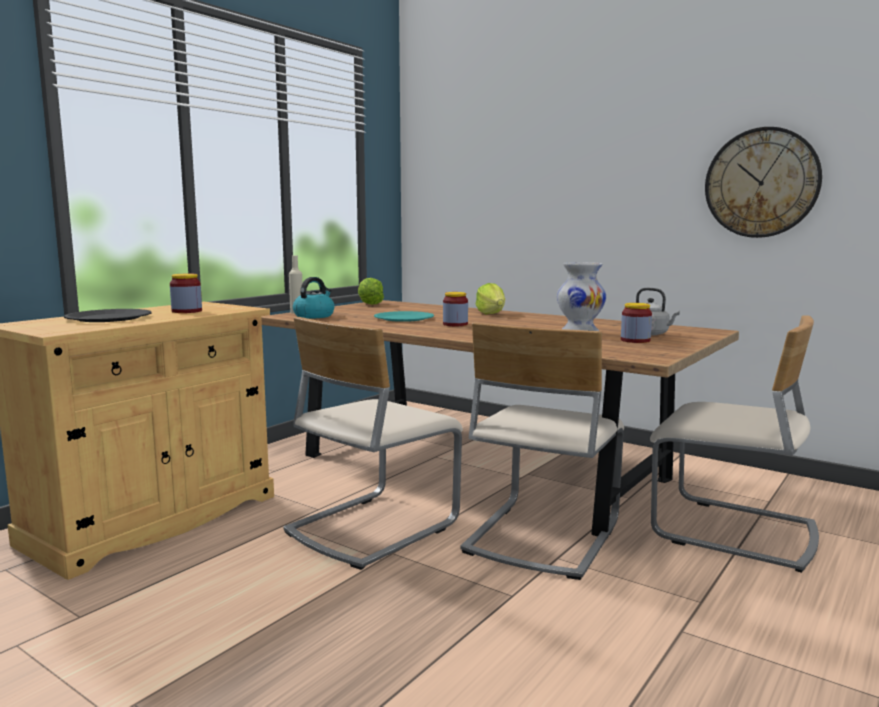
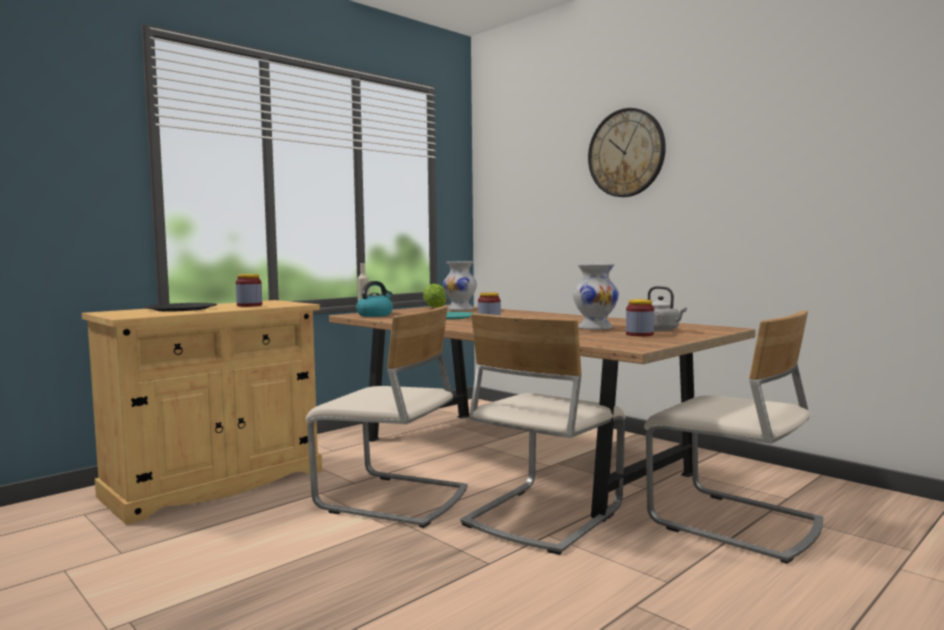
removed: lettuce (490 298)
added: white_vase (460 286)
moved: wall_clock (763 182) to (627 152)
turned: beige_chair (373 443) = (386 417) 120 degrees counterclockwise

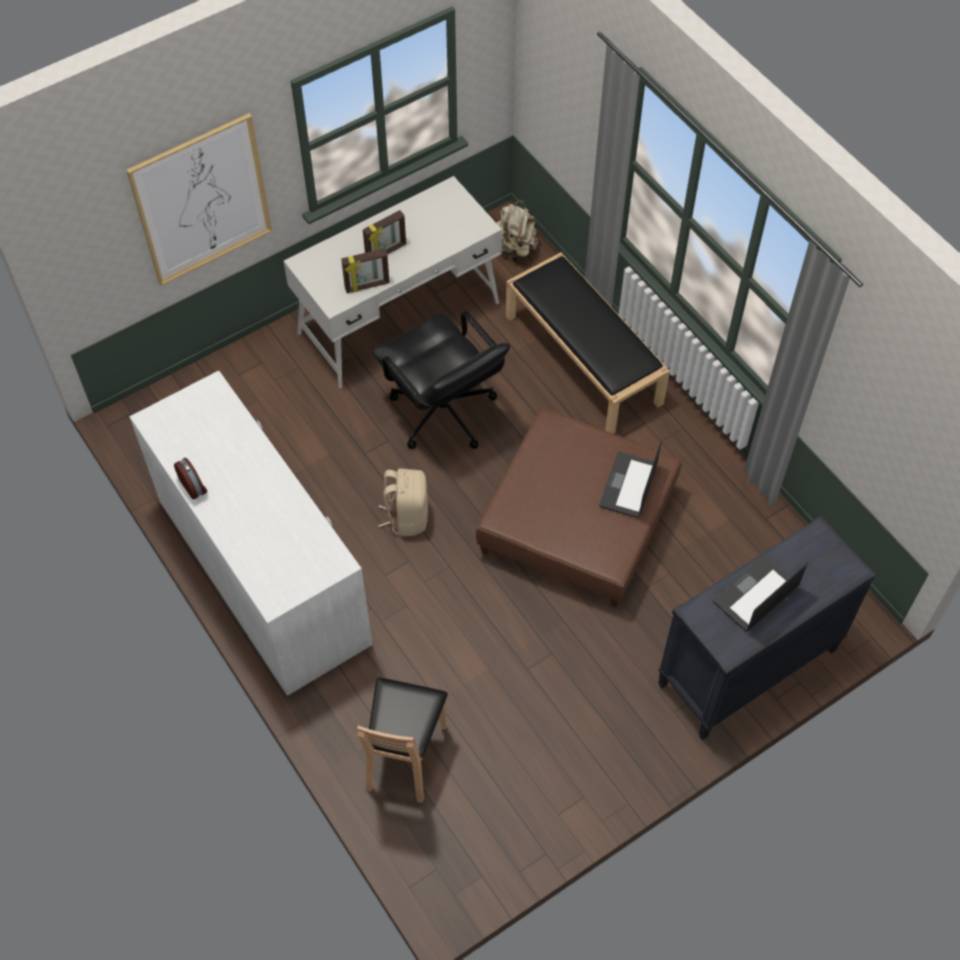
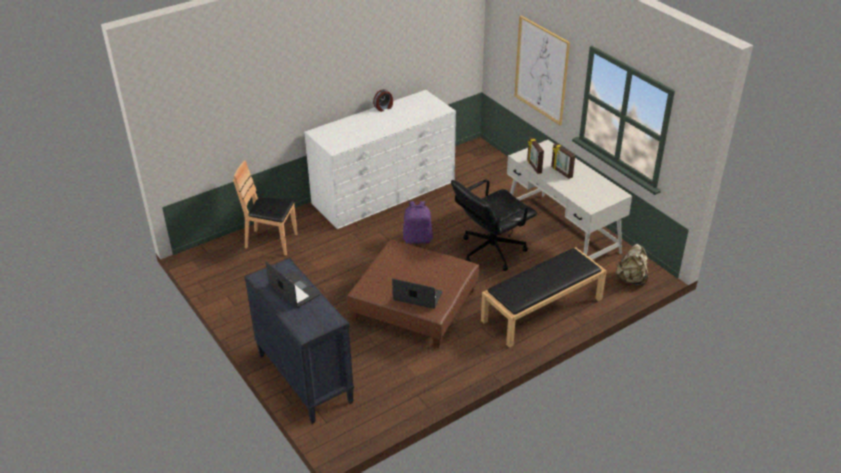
recoloured: beige_backpack (403 502) to purple_backpack (418 222)

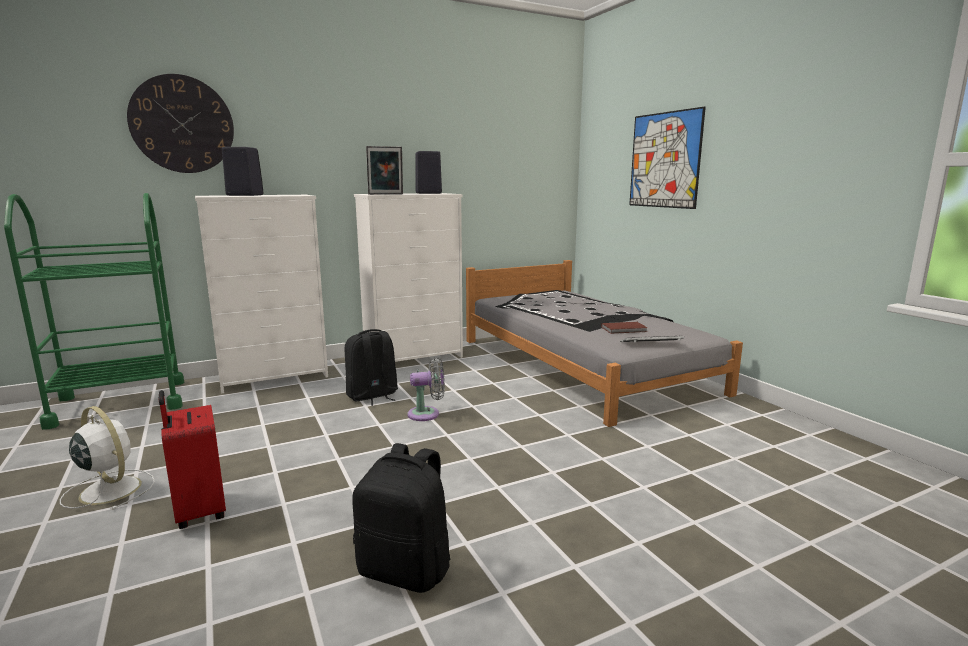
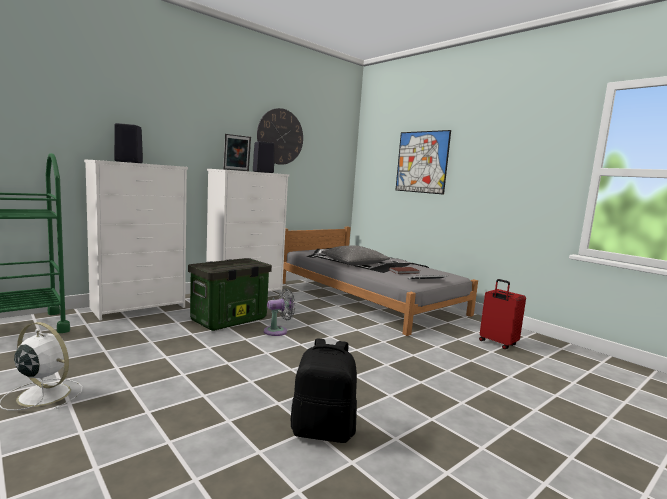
added: grey_pillow (356 255)
moved: wall_clock (180 123) to (280 136); red_suitcase (192 459) to (502 314)
replaced: black_backpack (371 367) to storage_box (230 294)

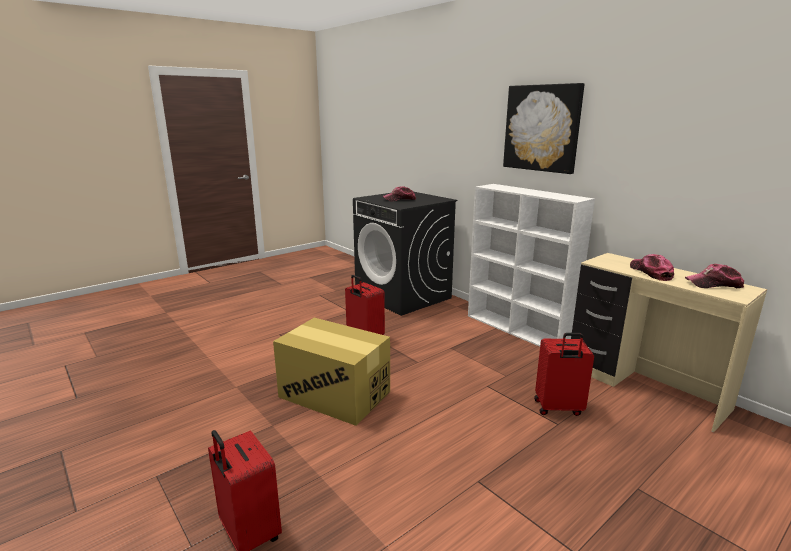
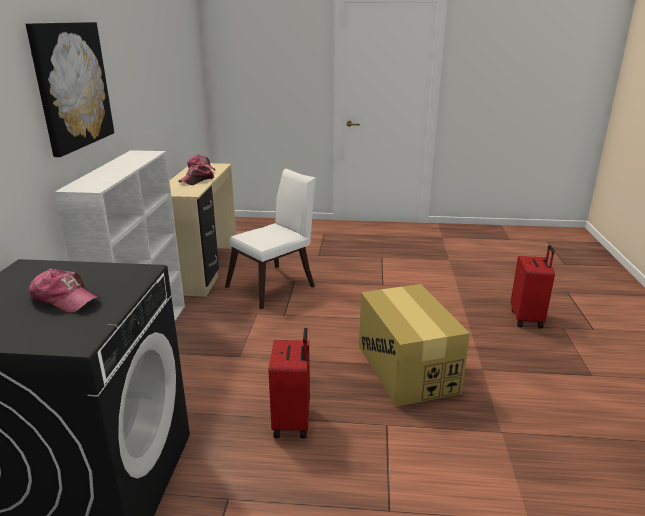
replaced: red_suitcase (564 374) to white_chair (270 239)

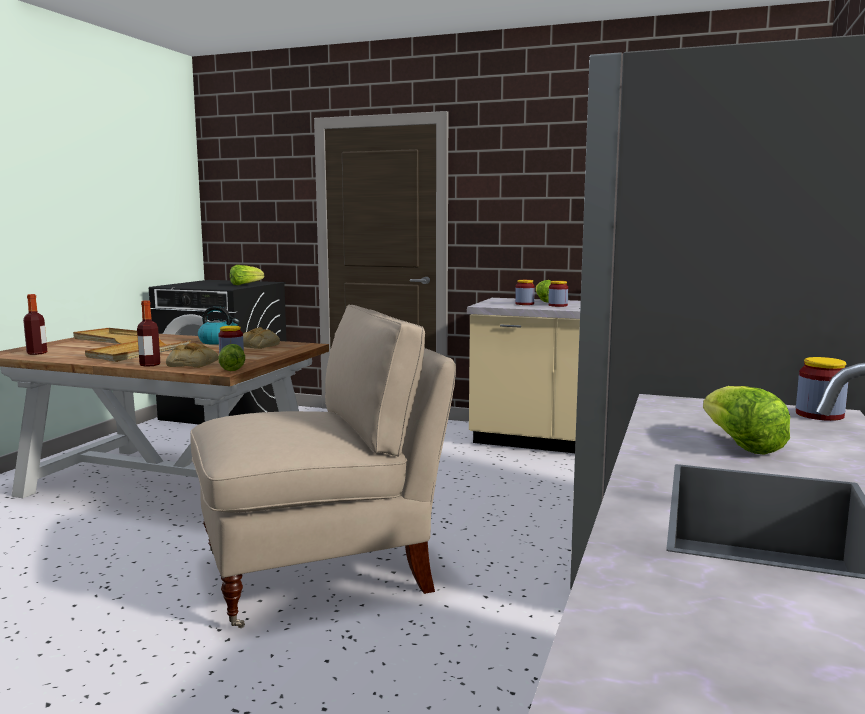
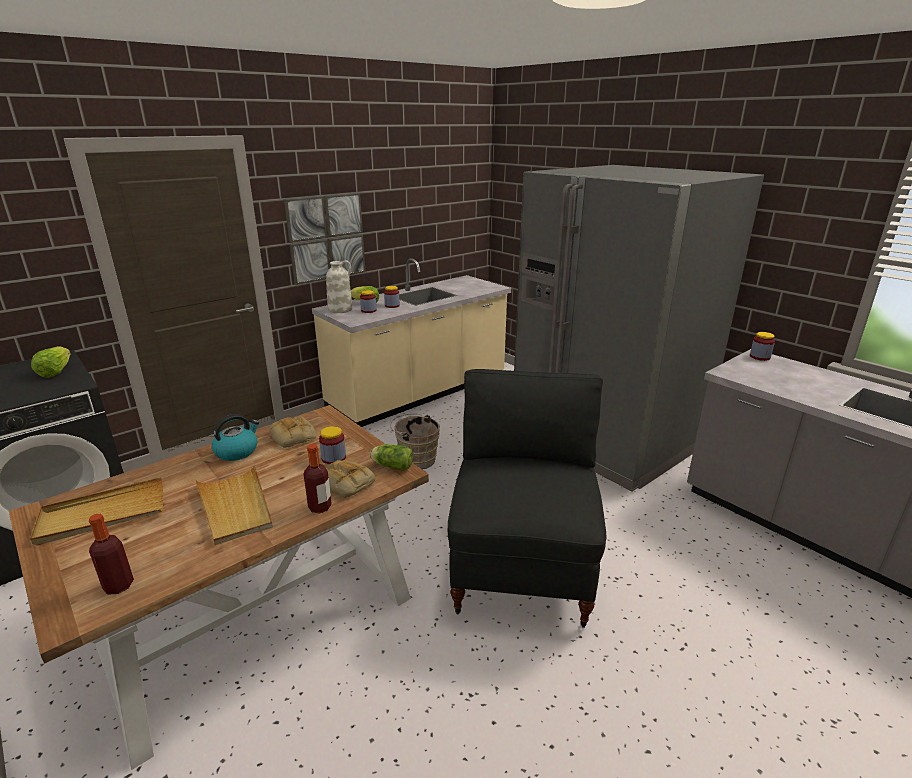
removed: lettuce (746 420)
added: picture (325 239); white_vase (339 286); brown_bucket (415 441)
recoloured: beige_chair (323 466) to black_chair (527 498)

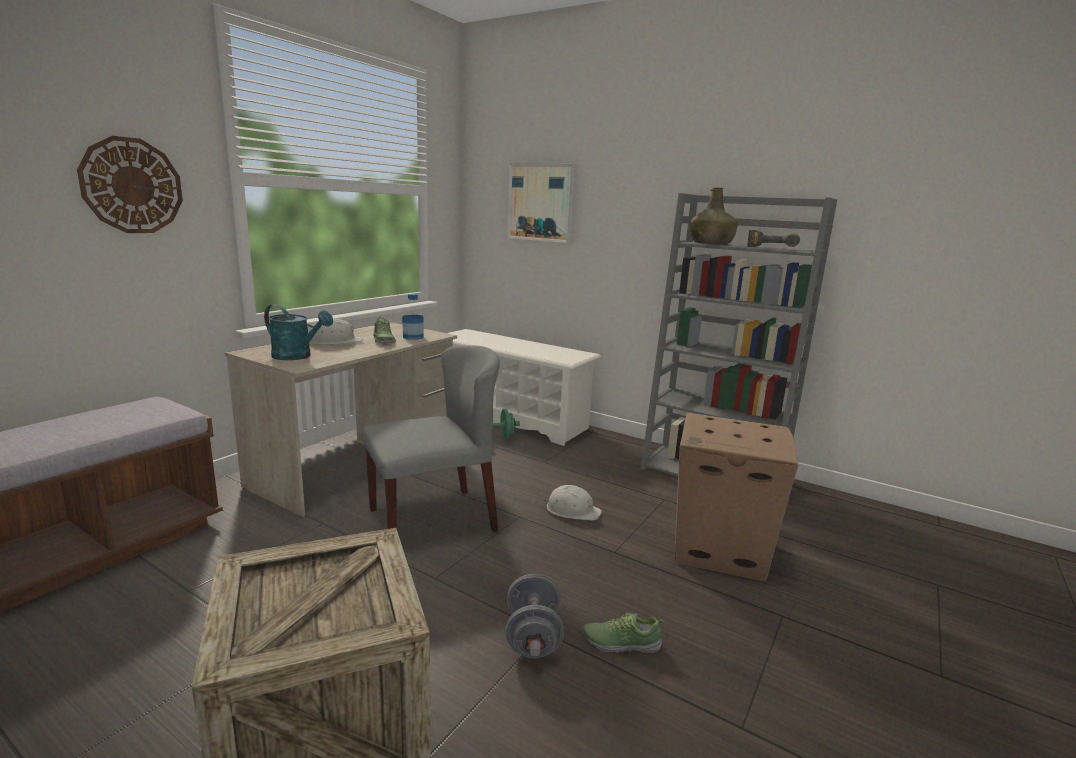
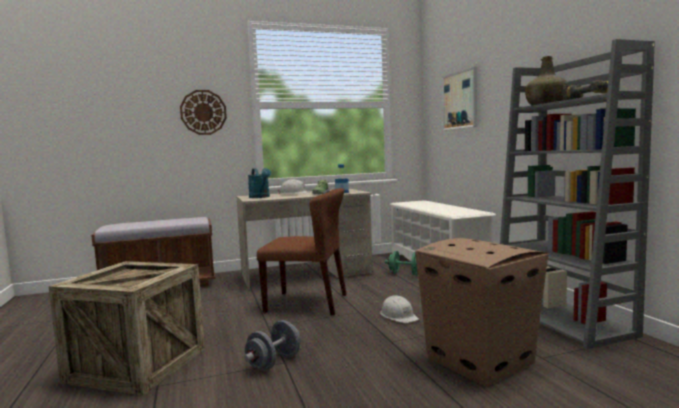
removed: shoe (623 632)
recoloured: grey_chair (430 438) to brown_chair (302 251)

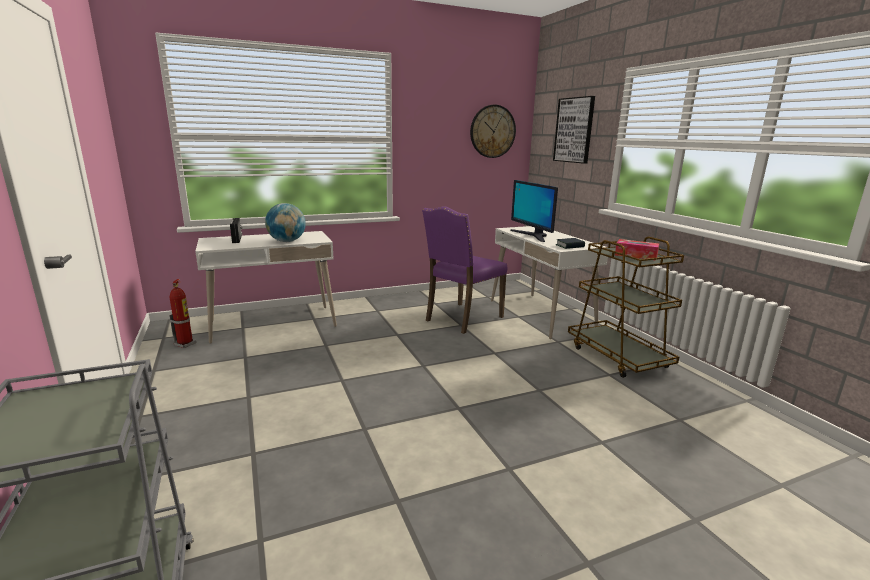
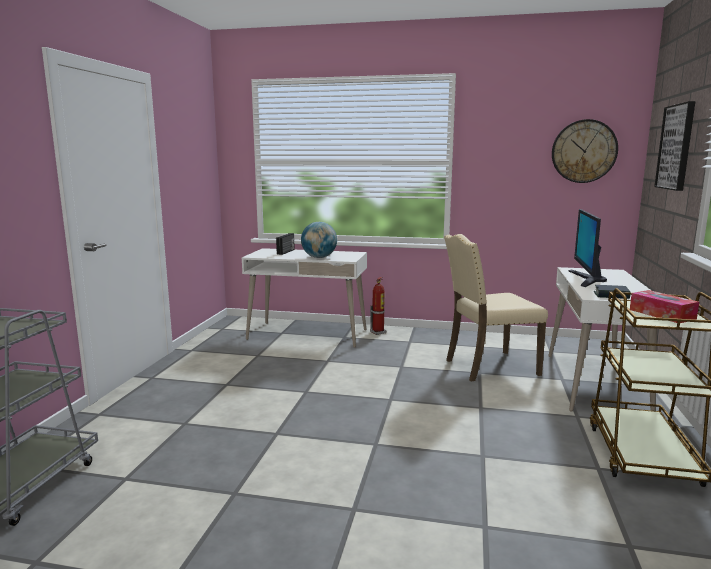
moved: fire_extinguisher (182 313) to (378 306)
recoloured: purple_chair (465 270) to beige_chair (496 307)

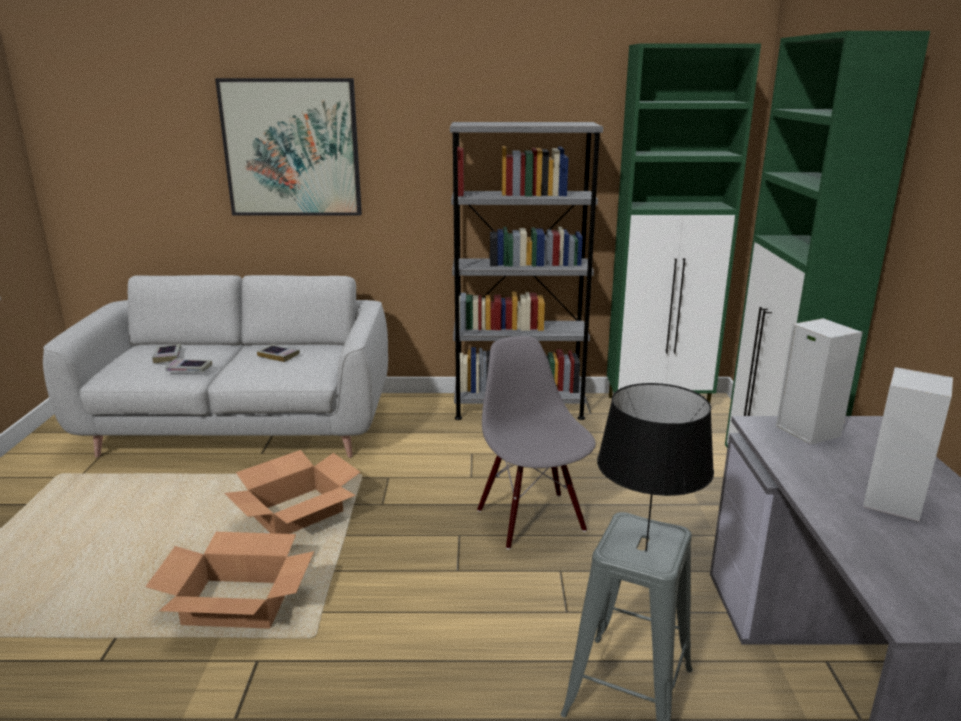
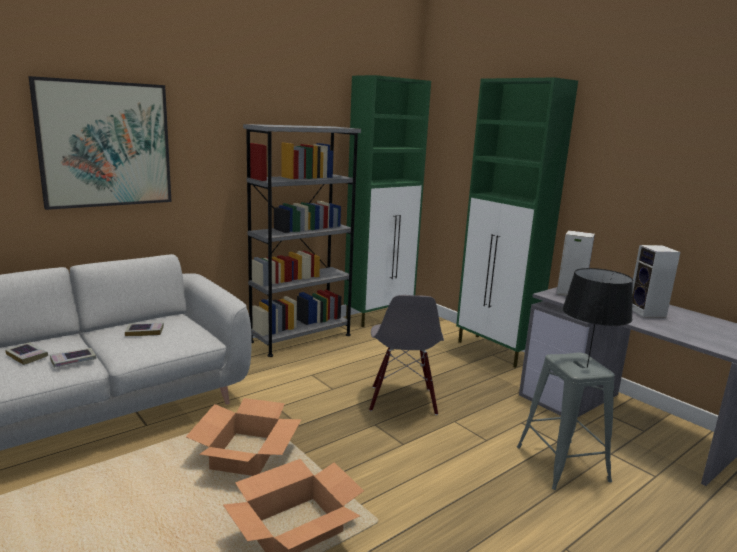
turned: grey_chair (536 442) = (406 355) 120 degrees counterclockwise

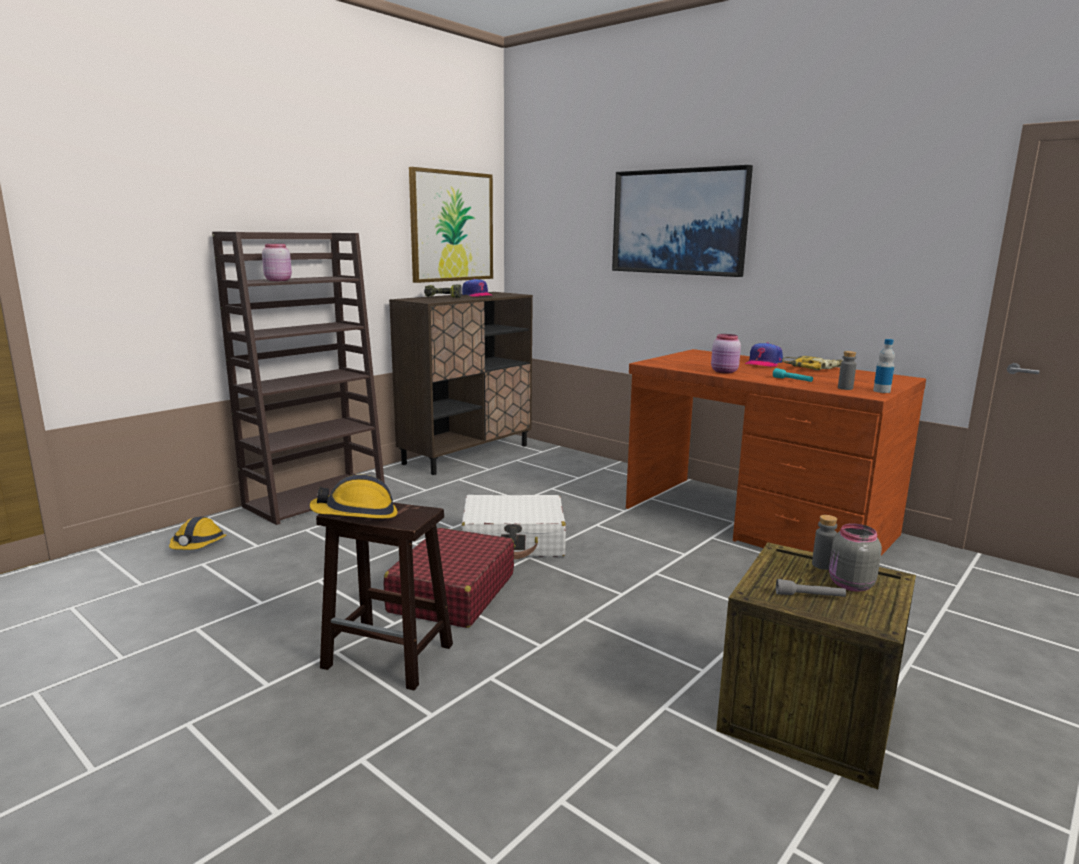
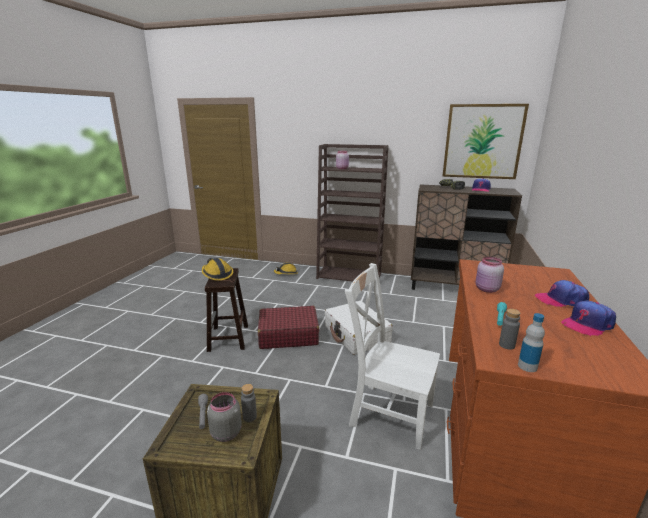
removed: picture (682 221)
added: white_chair (392 356)
replaced: power_drill (812 363) to cap (588 318)

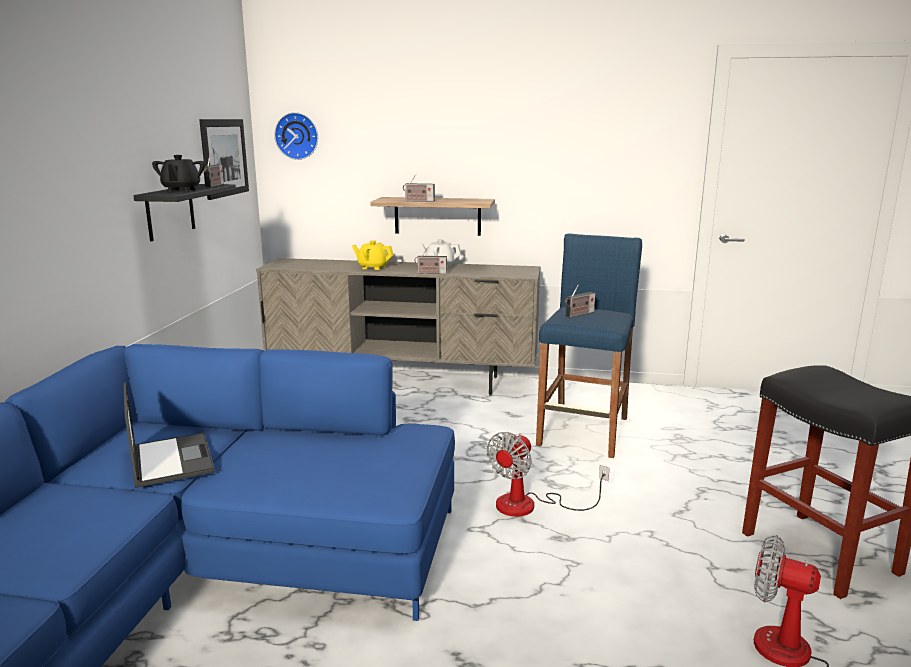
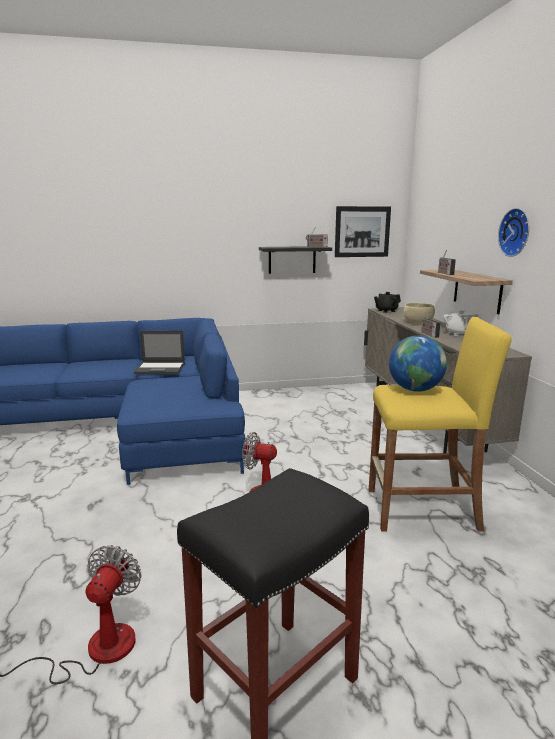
moved: wall_clock (296 136) to (514 232); black_teapot (178 173) to (387 302)
replaced: yellow_teapot (373 255) to beige_bowl (419 313); radio (580 301) to globe (418 363)
recoloured: blue_stool (589 346) to yellow_stool (440 424)
turned: laptop (169 435) = (159 352) 45 degrees clockwise

